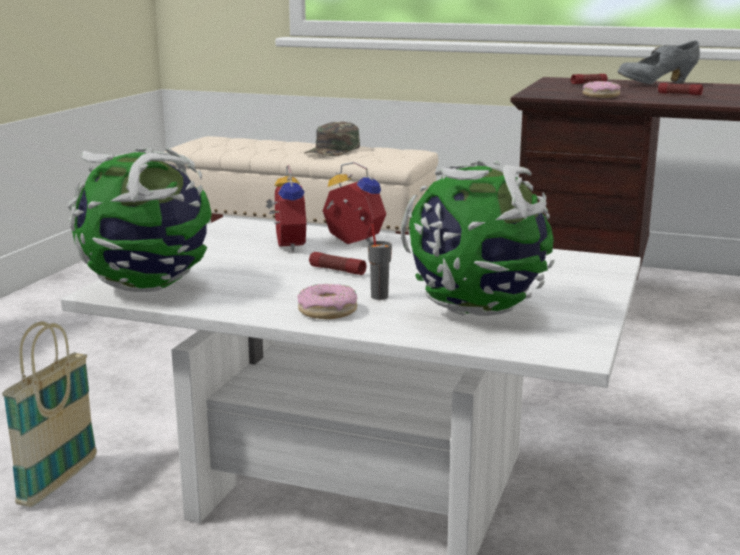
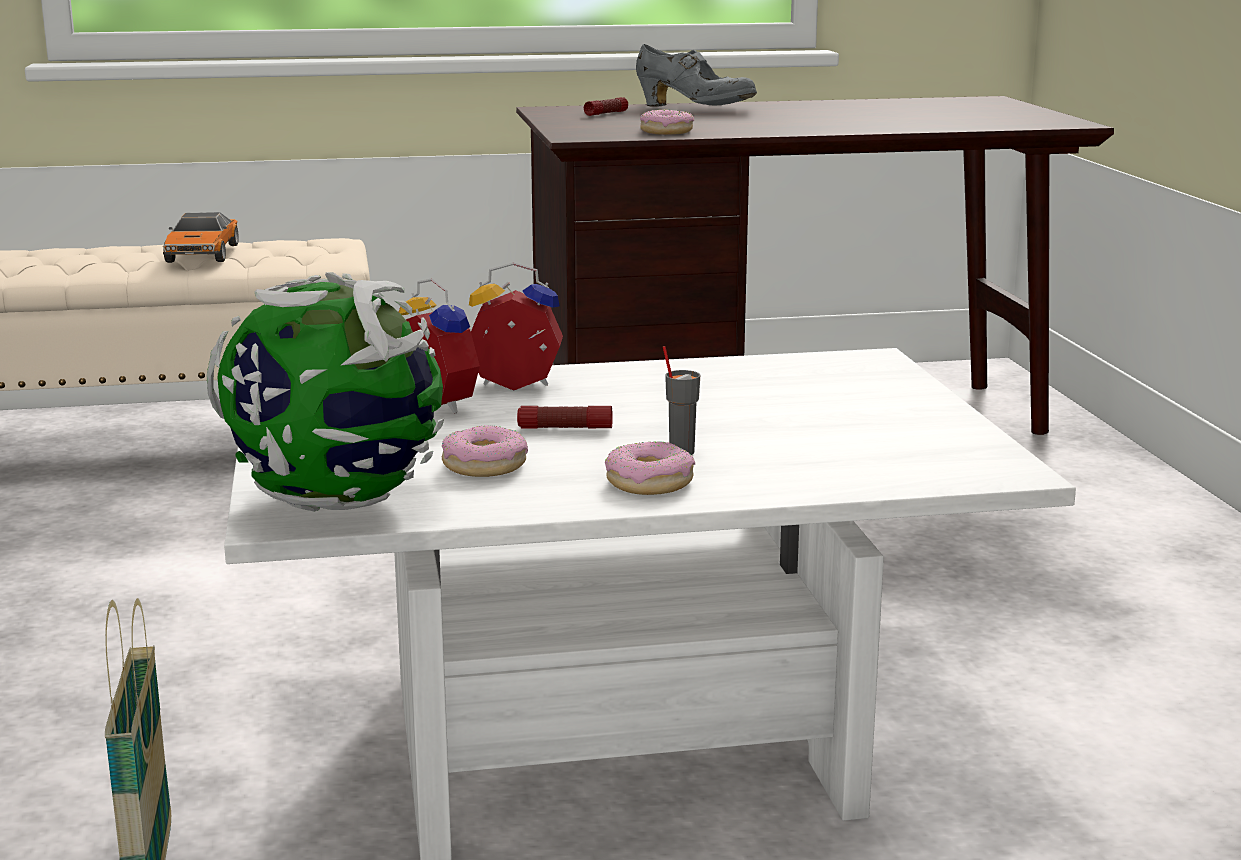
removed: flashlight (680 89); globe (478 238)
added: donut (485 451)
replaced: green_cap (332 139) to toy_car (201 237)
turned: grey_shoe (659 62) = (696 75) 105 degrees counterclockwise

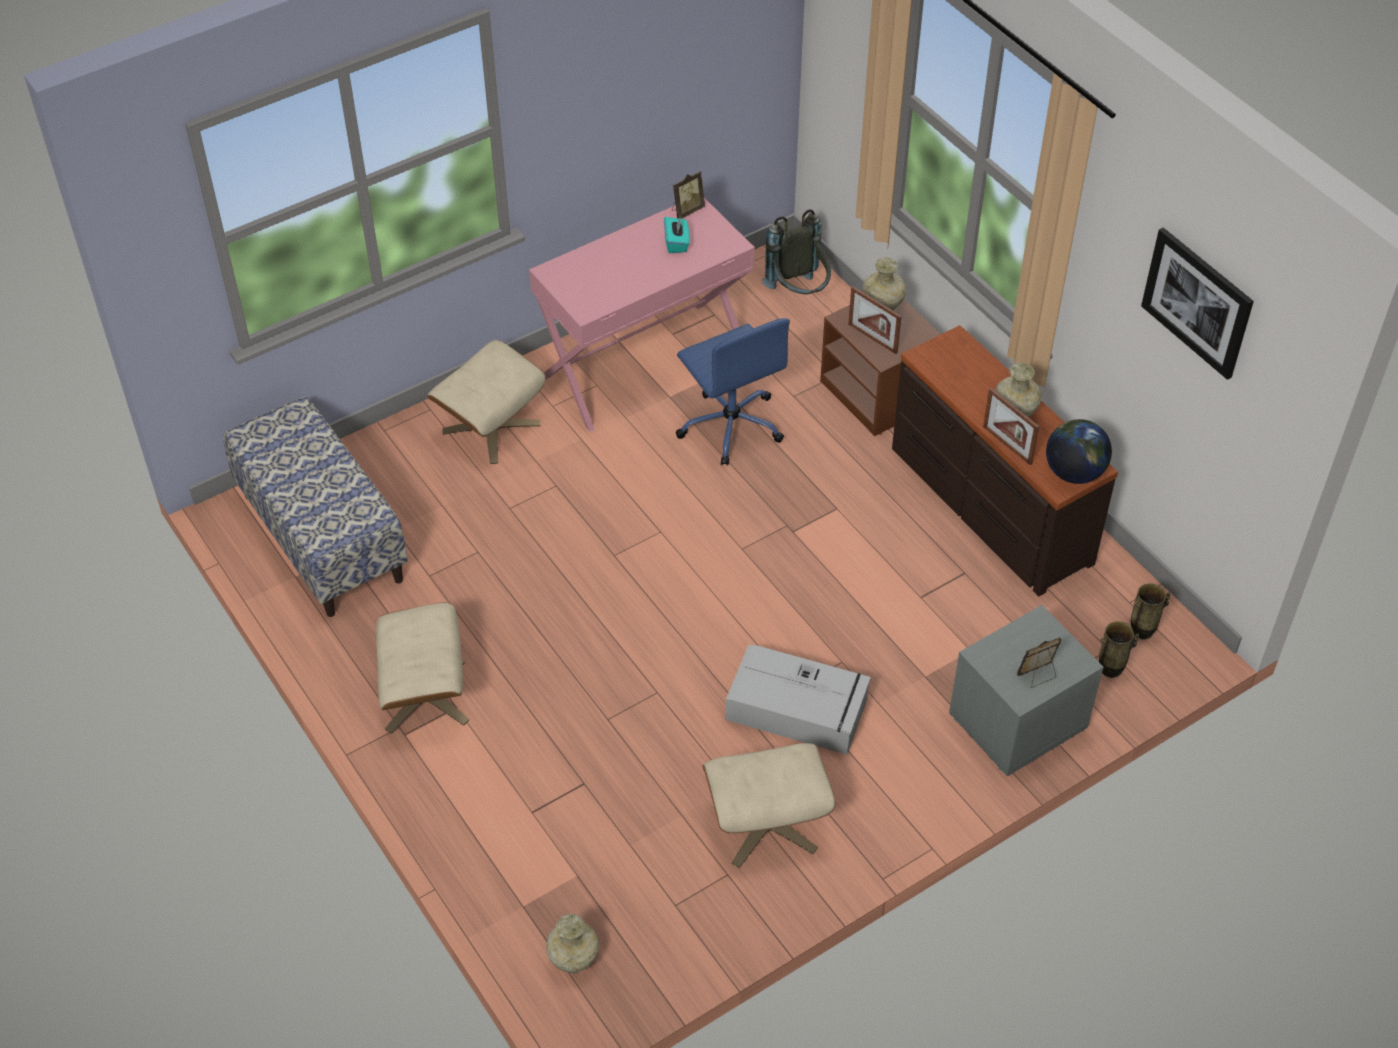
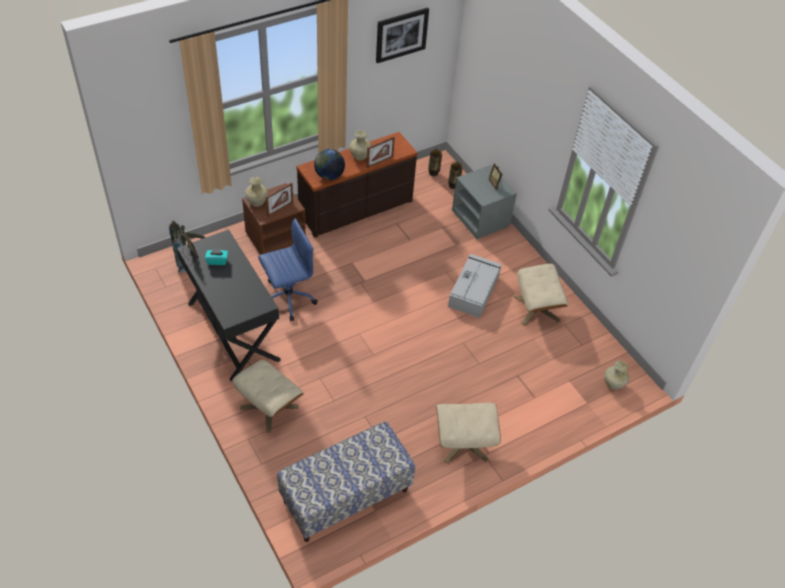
moved: globe (1079 451) to (329 164)
recoloured: pink_desk (642 315) to black_desk (229 305)

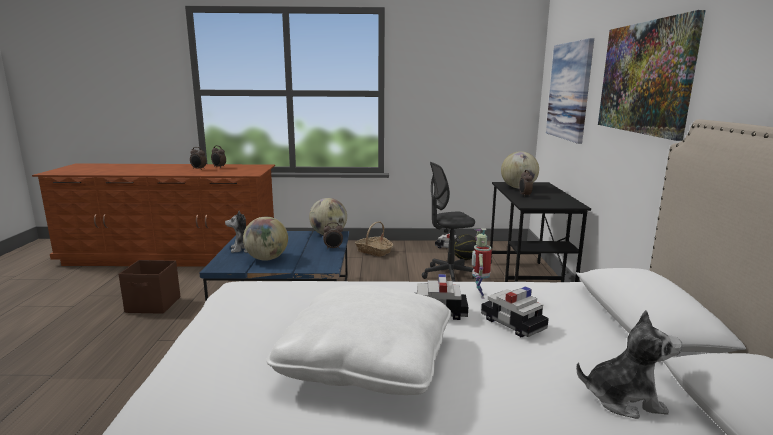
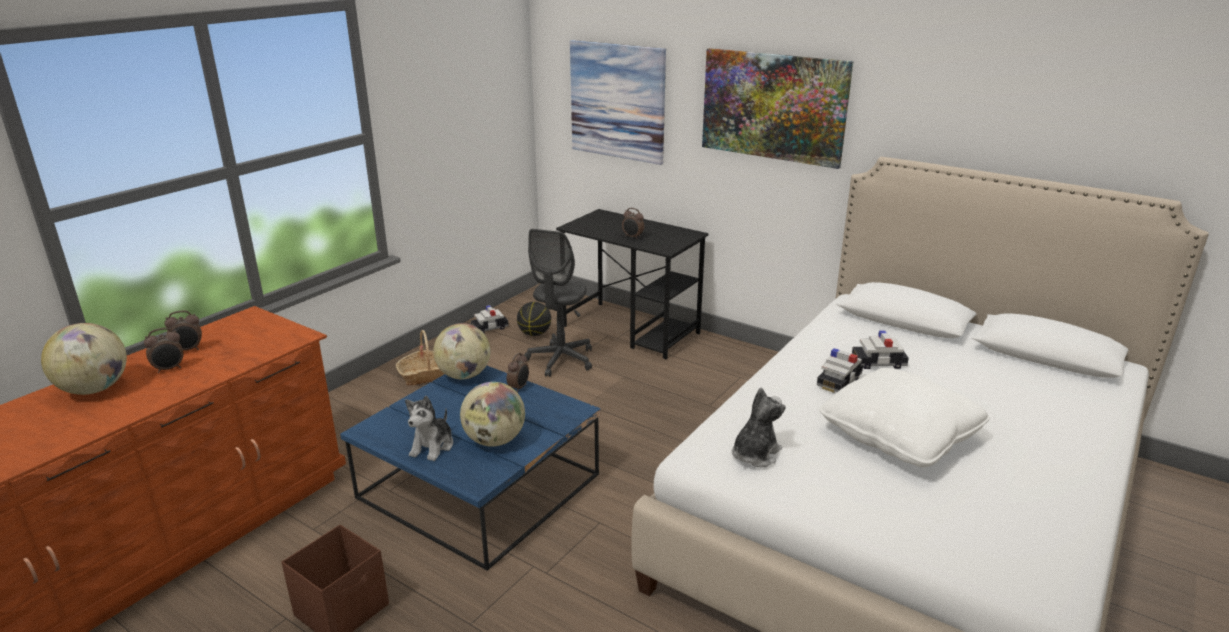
removed: toy_robot (482 263)
moved: globe (520 169) to (84 359); plush_toy (629 364) to (758 427)

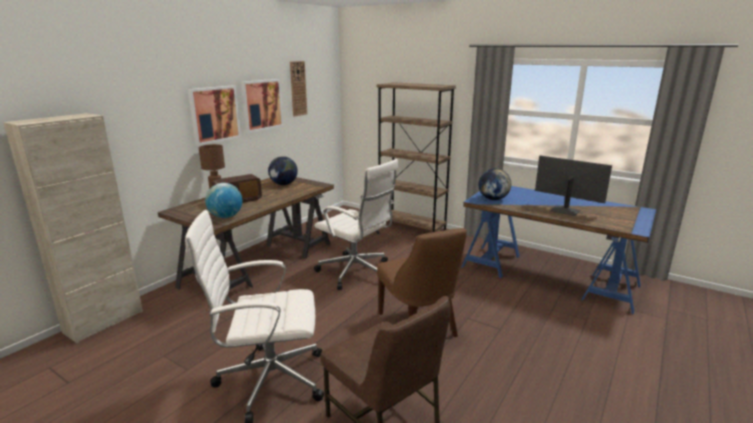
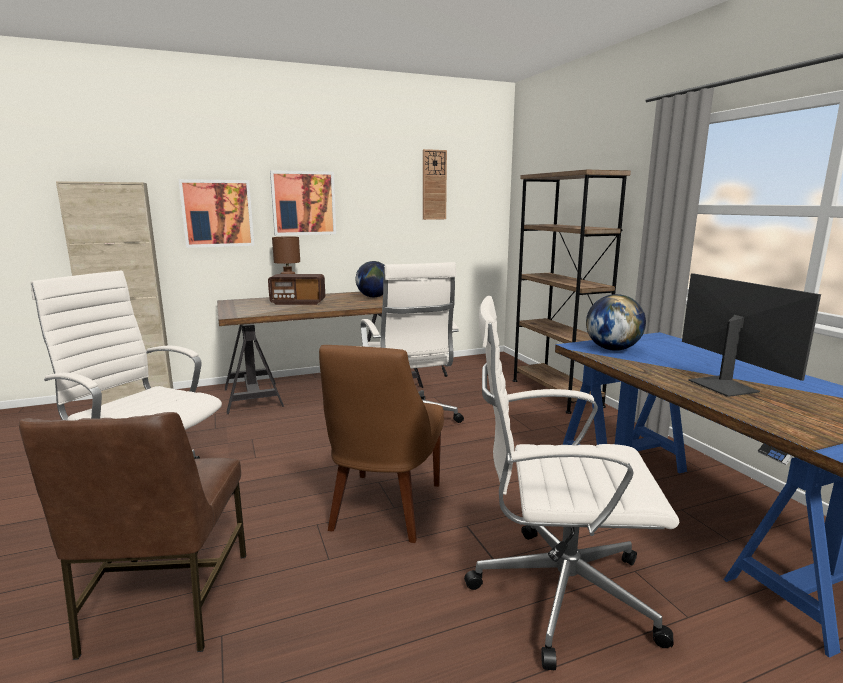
removed: globe (223 200)
added: white_office_chair (571 483)
moved: picture (262 106) to (216 213)

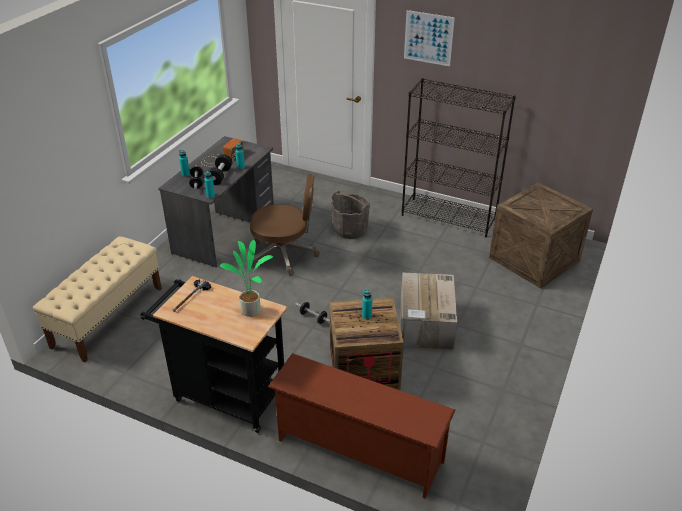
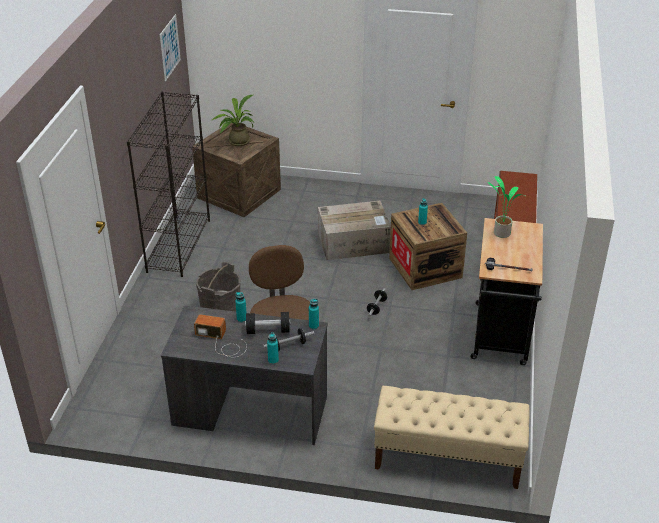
added: potted_plant (233 120)
moved: picture (429 38) to (170 47)

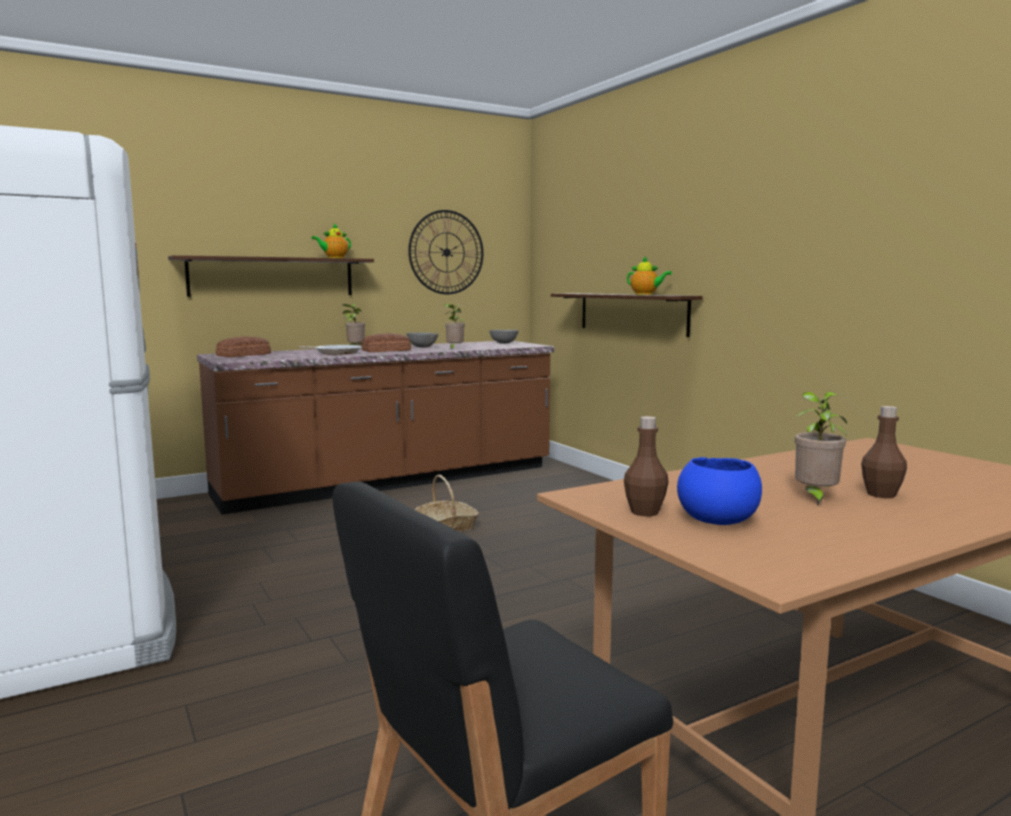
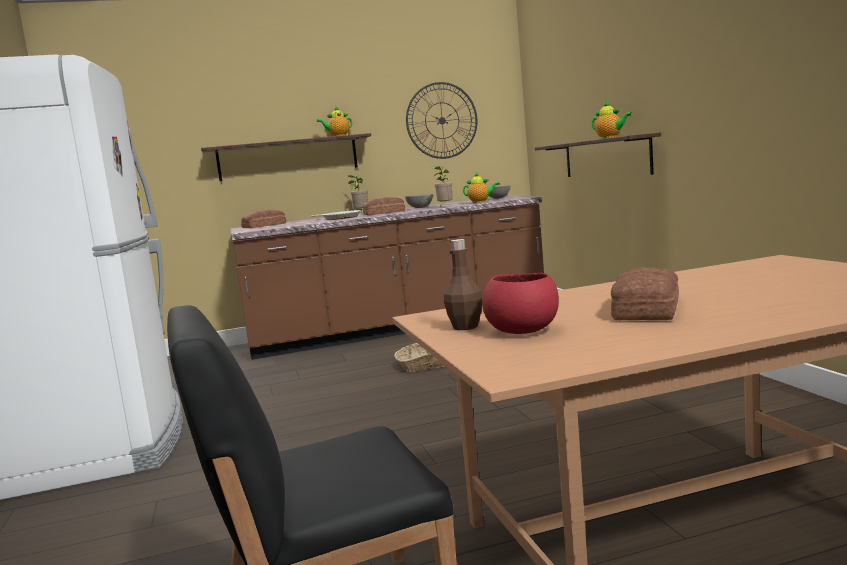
removed: brown_bottle (884 452)
added: teapot (481 187)
replaced: potted_plant (821 448) to bread (645 293)
recoloured: blue_bowl (719 491) to red_bowl (520 303)

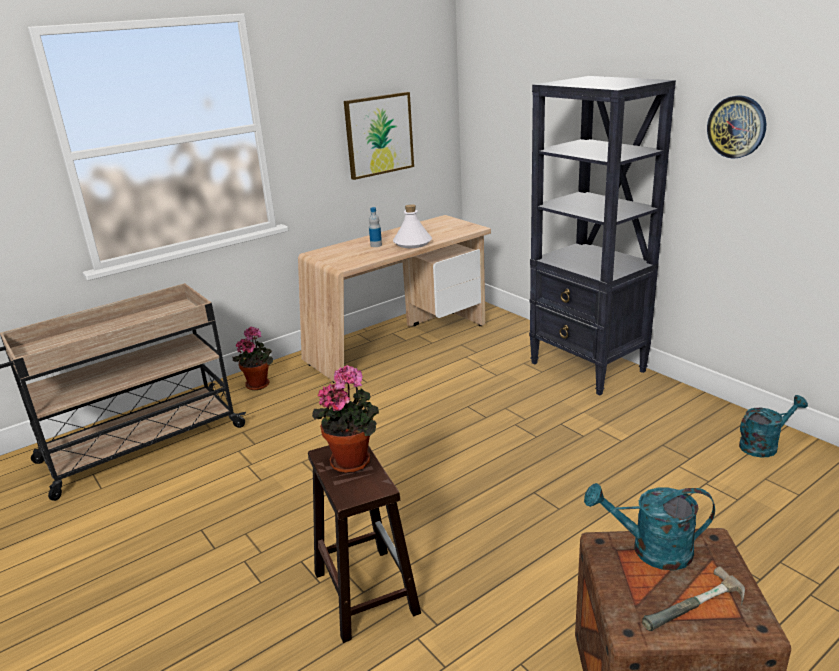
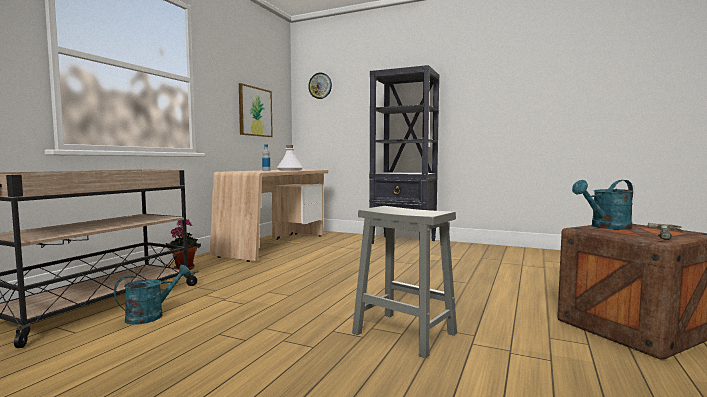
removed: potted_plant (345 419)
moved: wall_clock (736 127) to (320 85); turquoise_watering_can (773 426) to (152 295)
recoloured: brown_stool (364 544) to grey_stool (404 282)

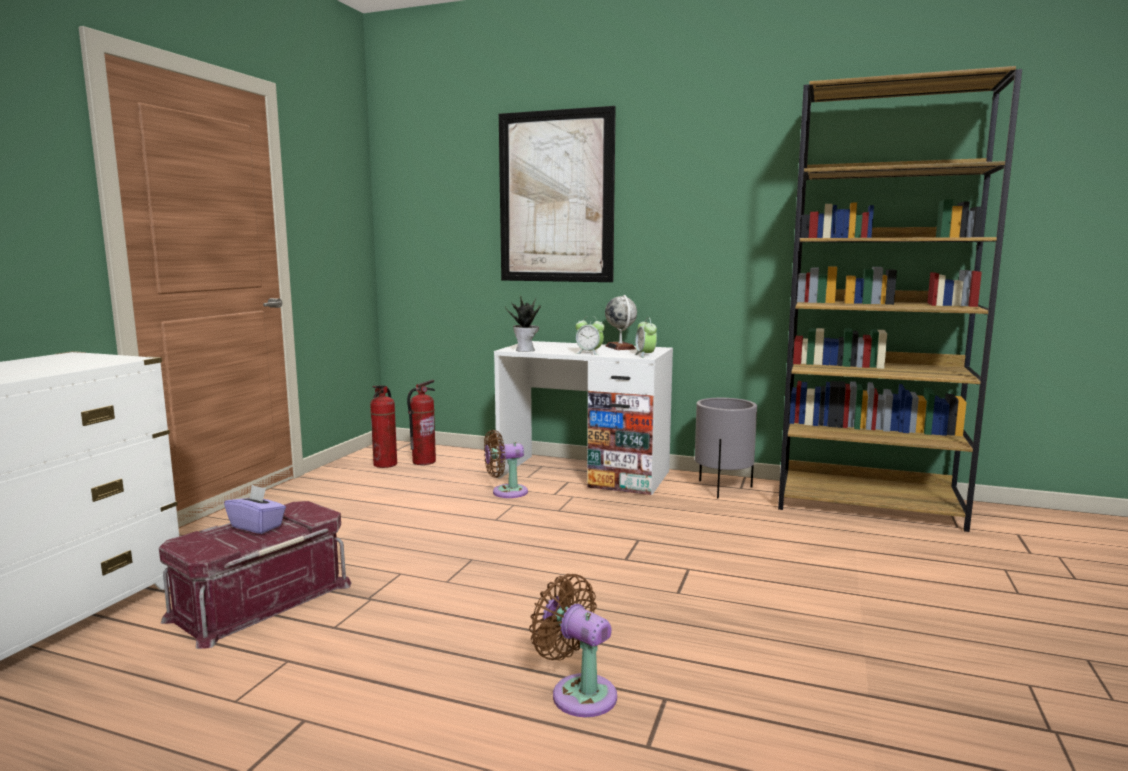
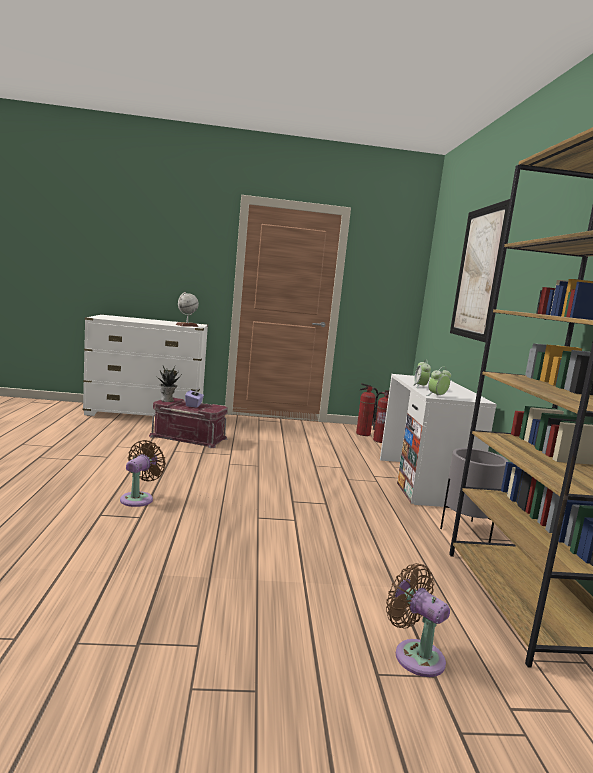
moved: globe (621 322) to (187 309); potted_plant (523 324) to (169 384); brown_fan (506 464) to (418 620)

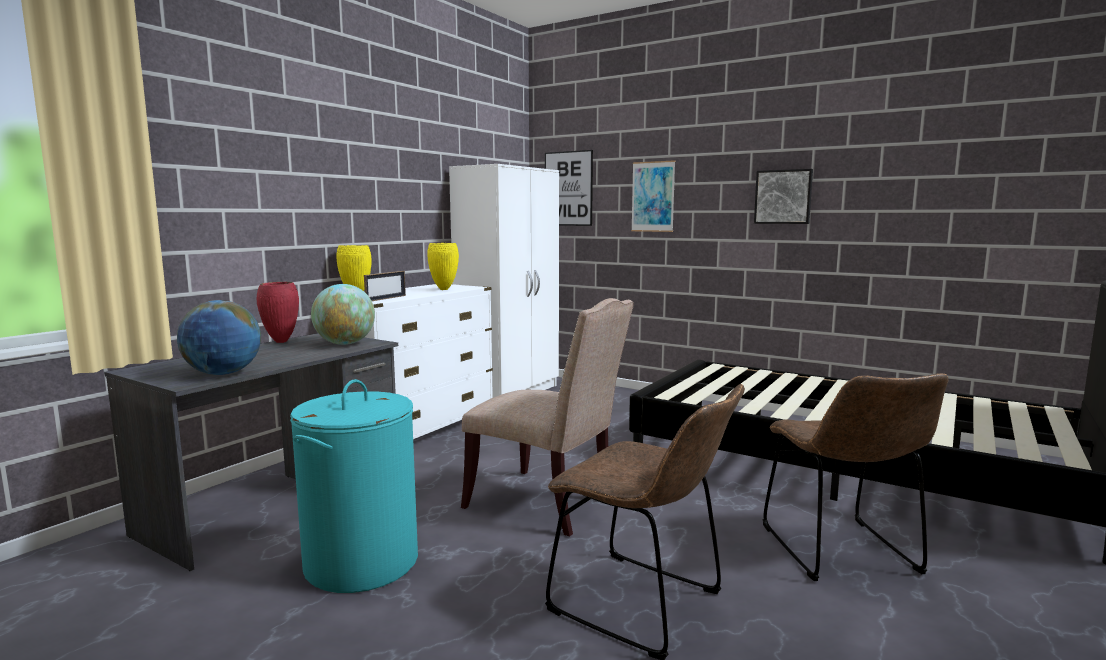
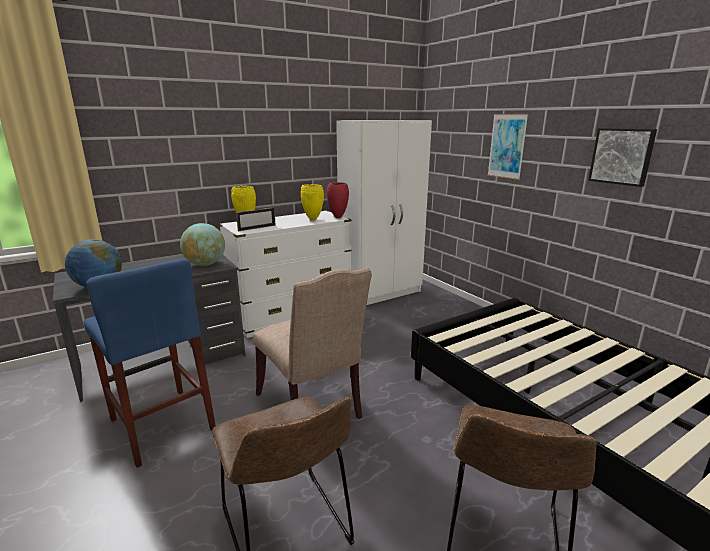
removed: picture (569 188)
moved: red_vase (278 312) to (338 200)
replaced: turquoise_laundry_basket (354 486) to blue_stool (150 363)

